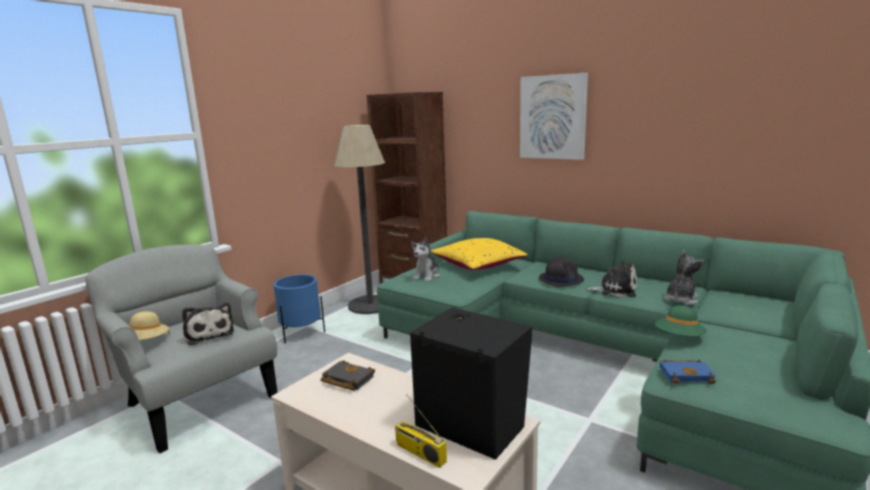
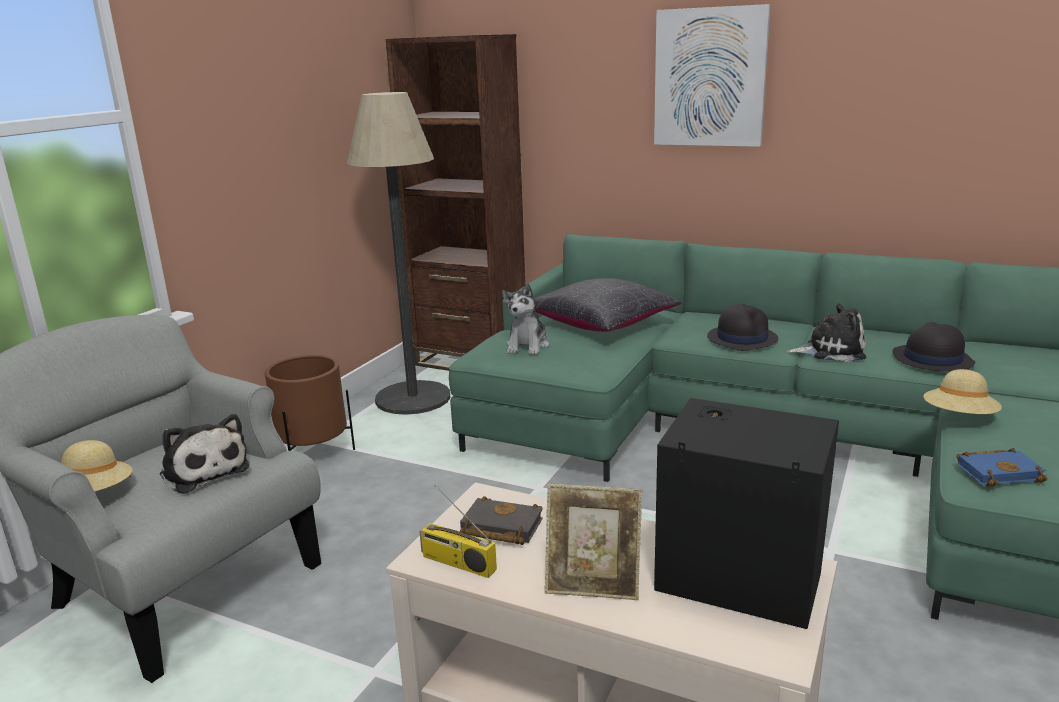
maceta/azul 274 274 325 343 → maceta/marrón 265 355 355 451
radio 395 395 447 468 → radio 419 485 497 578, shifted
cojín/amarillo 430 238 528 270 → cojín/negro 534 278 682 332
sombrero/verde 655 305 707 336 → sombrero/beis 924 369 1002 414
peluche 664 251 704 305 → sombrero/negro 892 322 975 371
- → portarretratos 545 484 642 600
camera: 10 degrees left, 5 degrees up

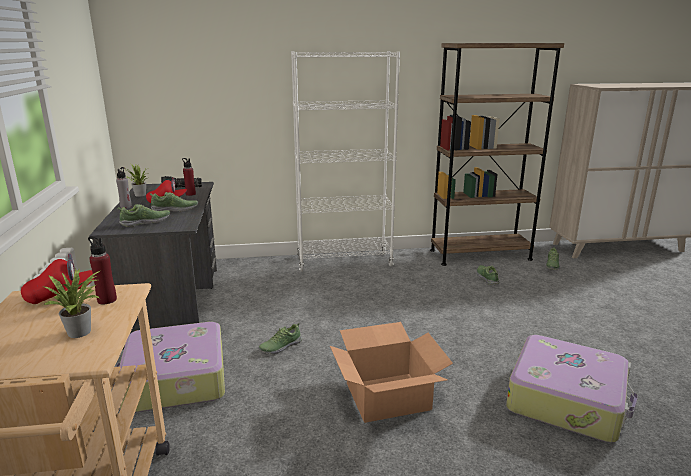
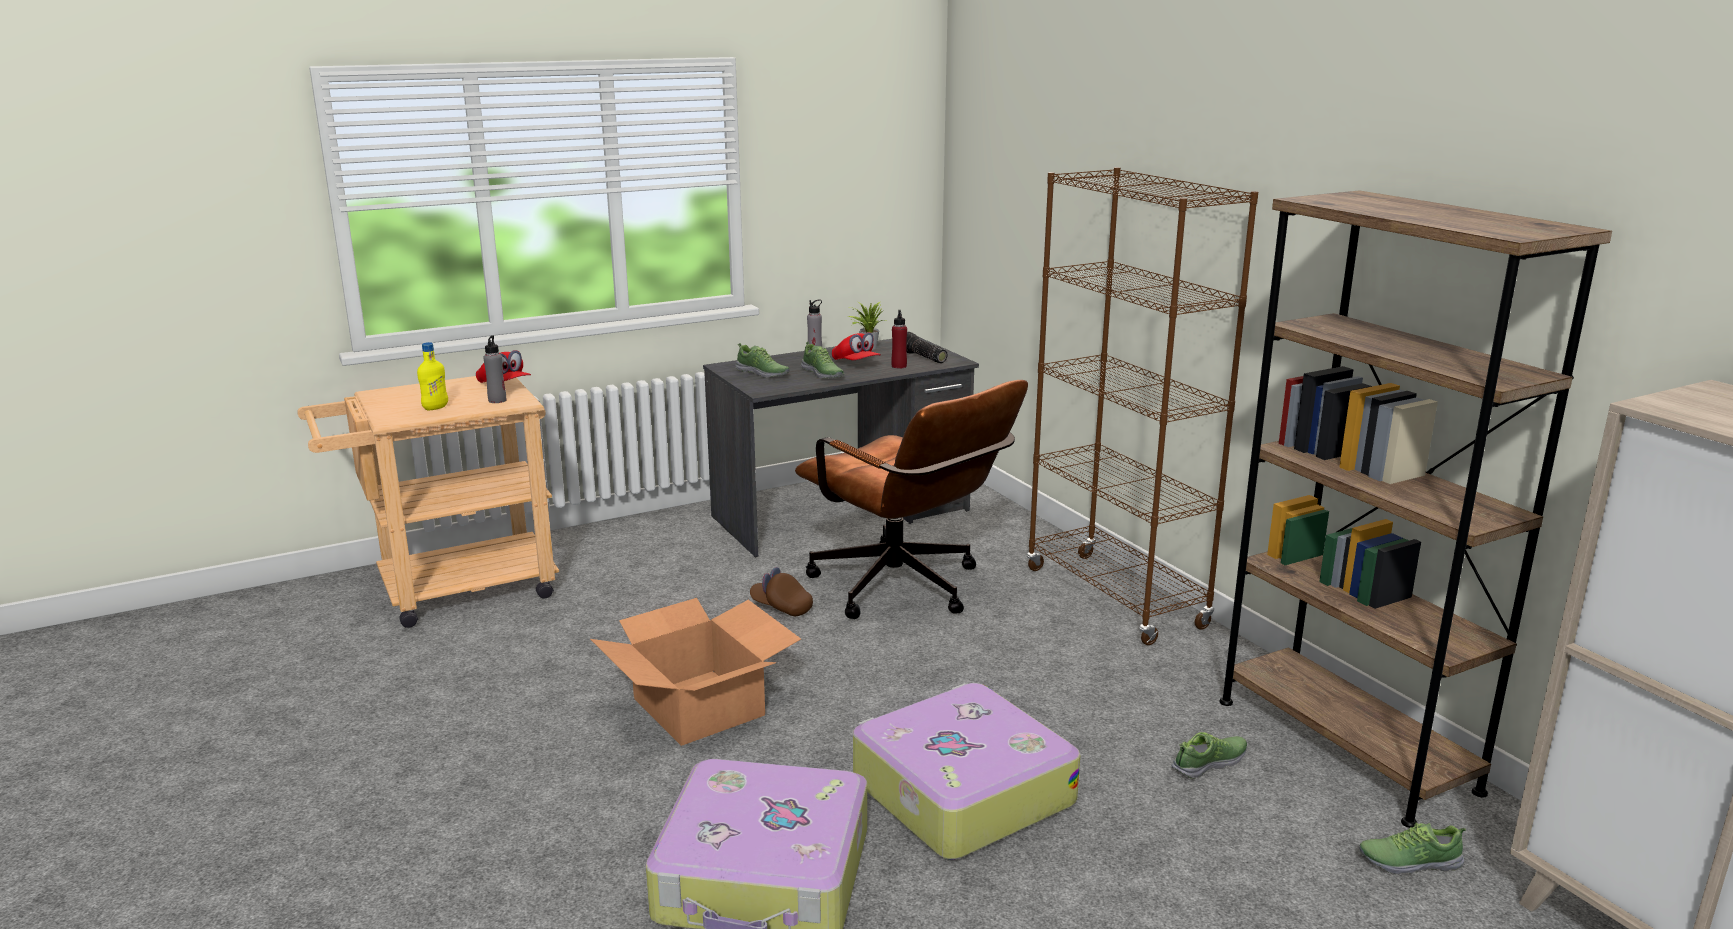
planta en maceta 43 269 100 338 → botella/amarillo 417 342 448 410
botella/rojo 88 236 117 304 → botella/gris 483 335 506 403
maleta 113 322 225 413 → maleta 853 683 1080 859, shifted
zapato 259 323 302 354 → gorra/marrón 750 567 813 616
estantería/blanco 291 51 400 272 → estantería/marrón 1027 167 1258 645
- → silla de oficina/marrón 795 380 1028 619
camera: 70 degrees right, 0 degrees up

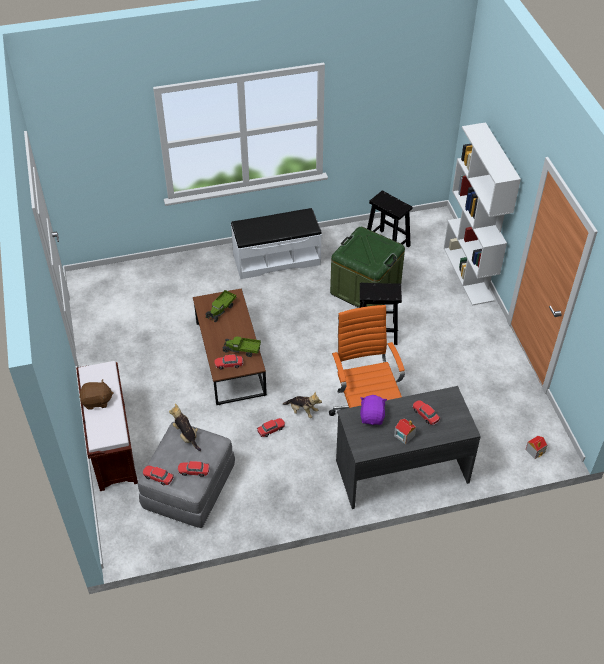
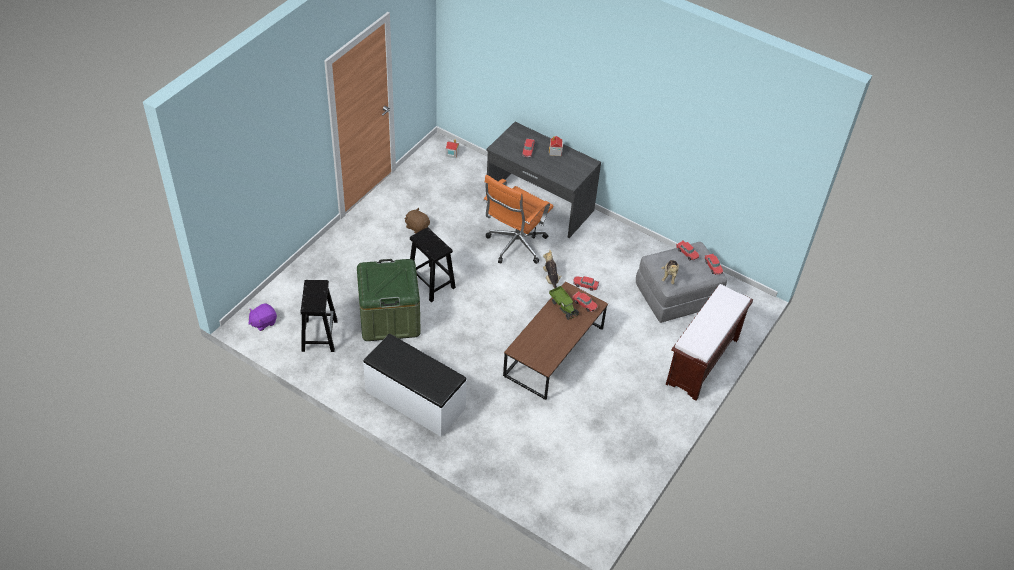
peluche/marrón 79 379 114 410 → peluche/marrón 405 208 430 234, shifted
camión de juguete 205 290 236 322 → -
peluche/morado 360 395 387 425 → peluche/morado 248 303 277 331, shifted
estantería/blanco 444 122 521 306 → -
camera: 135 degrees left, 0 degrees up

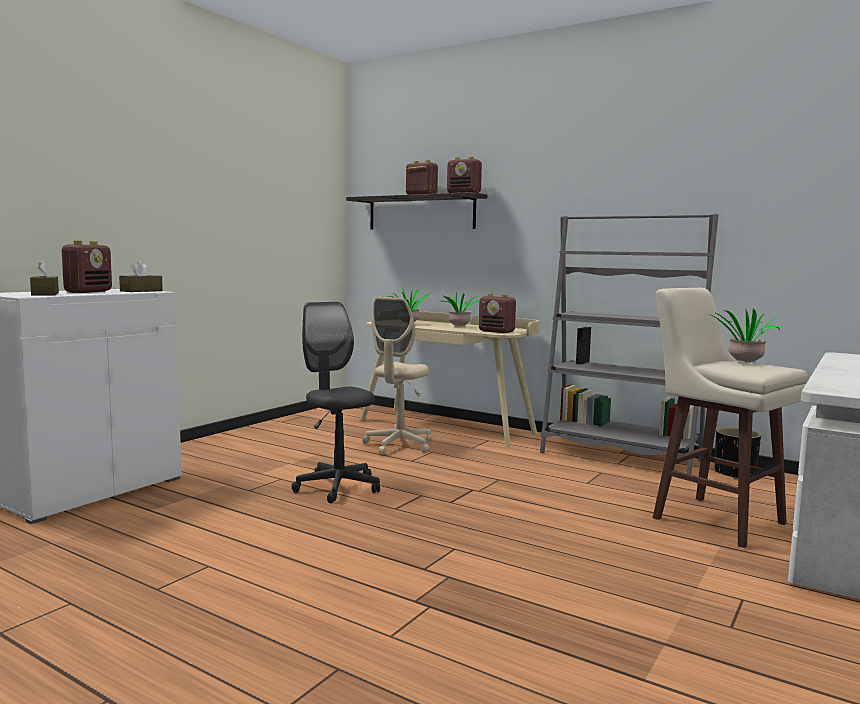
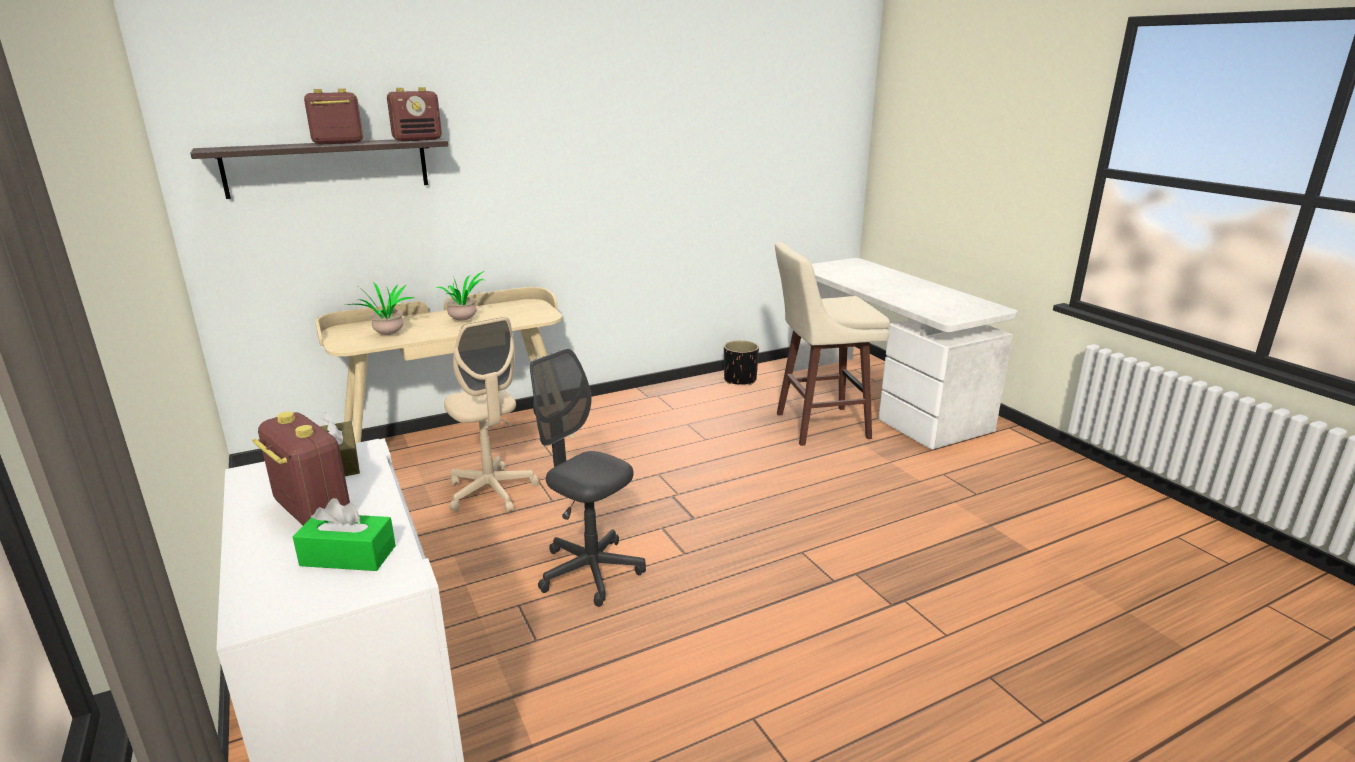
caja de pañuelos/marrón 30 260 59 296 → caja de pañuelos/verde 293 498 396 571
silla de oficina/gris 291 302 380 503 → silla de oficina/gris 530 348 646 607, 45 degrees clockwise
radio 479 294 516 333 → -
estantería/gris 540 214 719 475 → -
planta en maceta 711 309 780 362 → -
camera: 60 degrees left, 15 degrees up

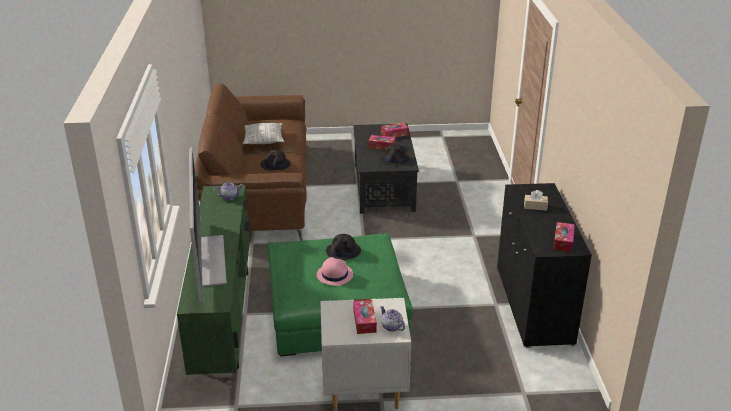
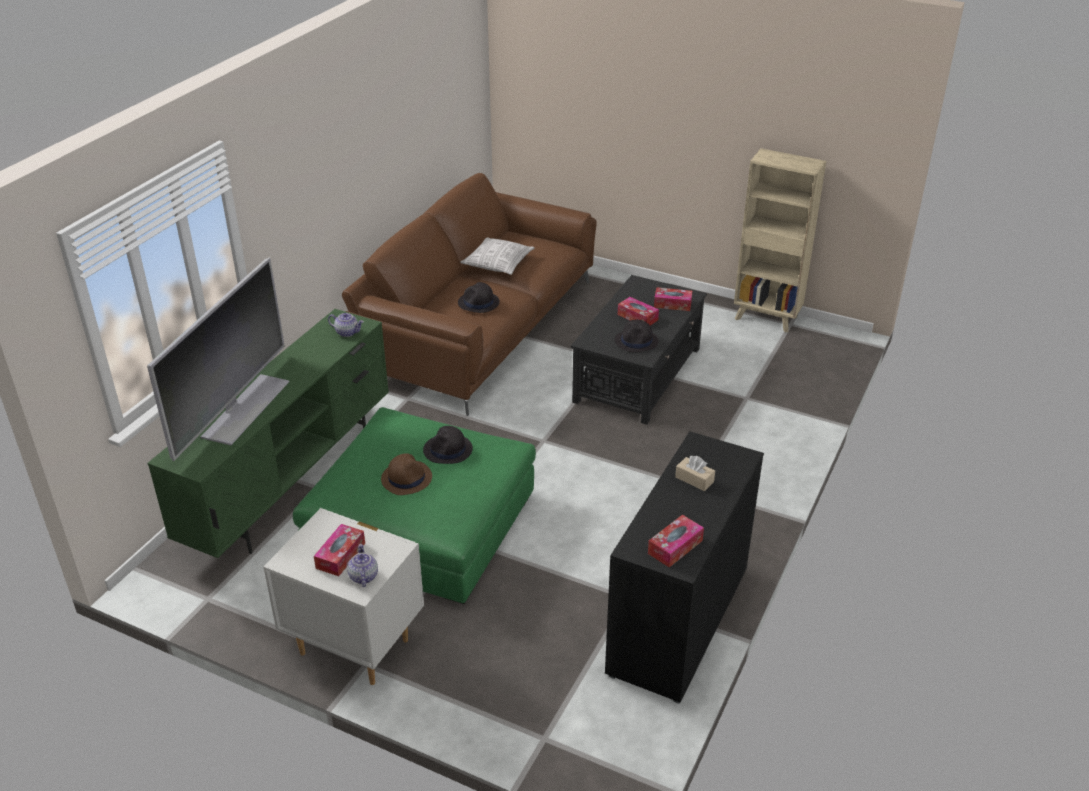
sombrero/rosa 317 257 353 286 → sombrero/marrón 381 453 432 495
- → estantería/beis 734 148 826 333
camera: 30 degrees right, 5 degrees up

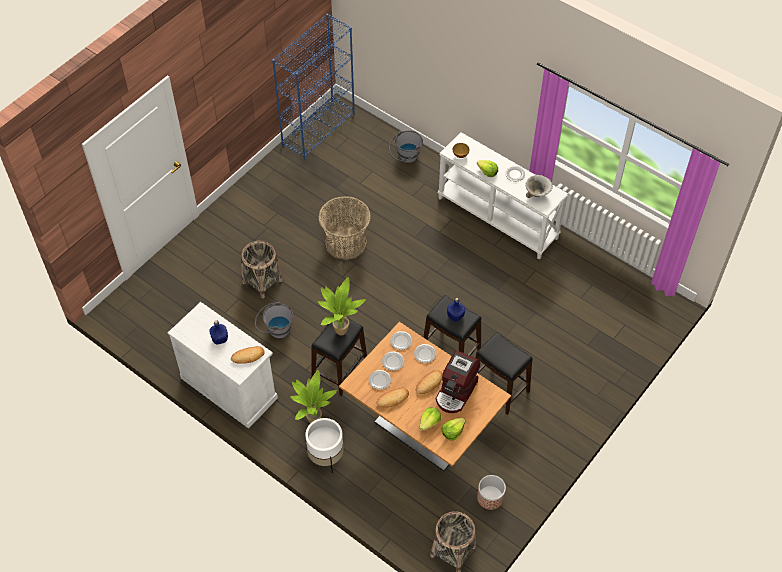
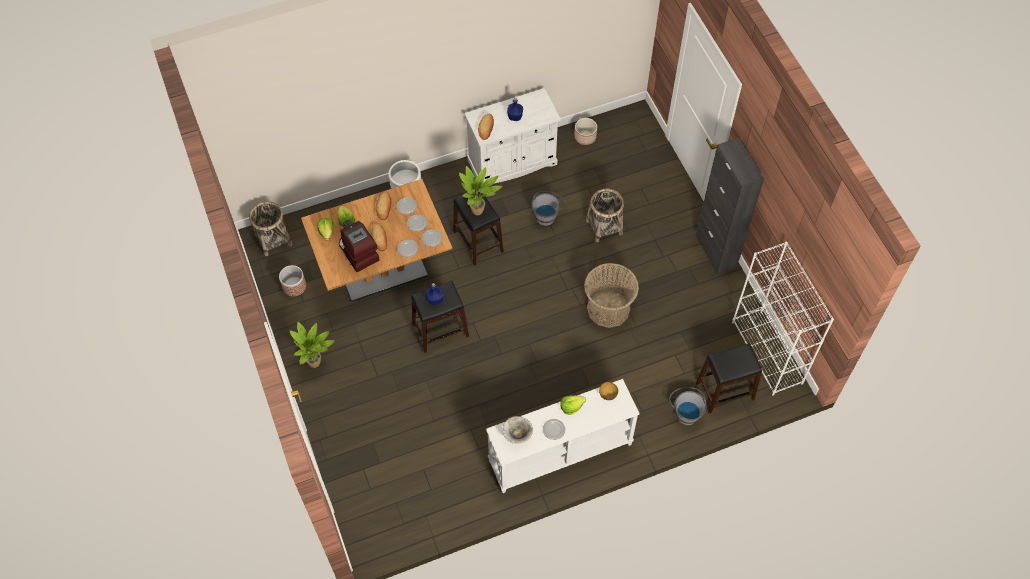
estantería/azul 272 14 355 160 → estantería/blanco 732 241 834 396
planta en maceta 290 370 337 424 → planta en maceta 290 322 335 368, shifted
taburete/negro 475 332 533 415 → taburete/negro 696 343 762 413, shifted
- → maceta 574 118 597 145
- → armario/negro 696 138 764 274
camera: 120 degrees right, 5 degrees up

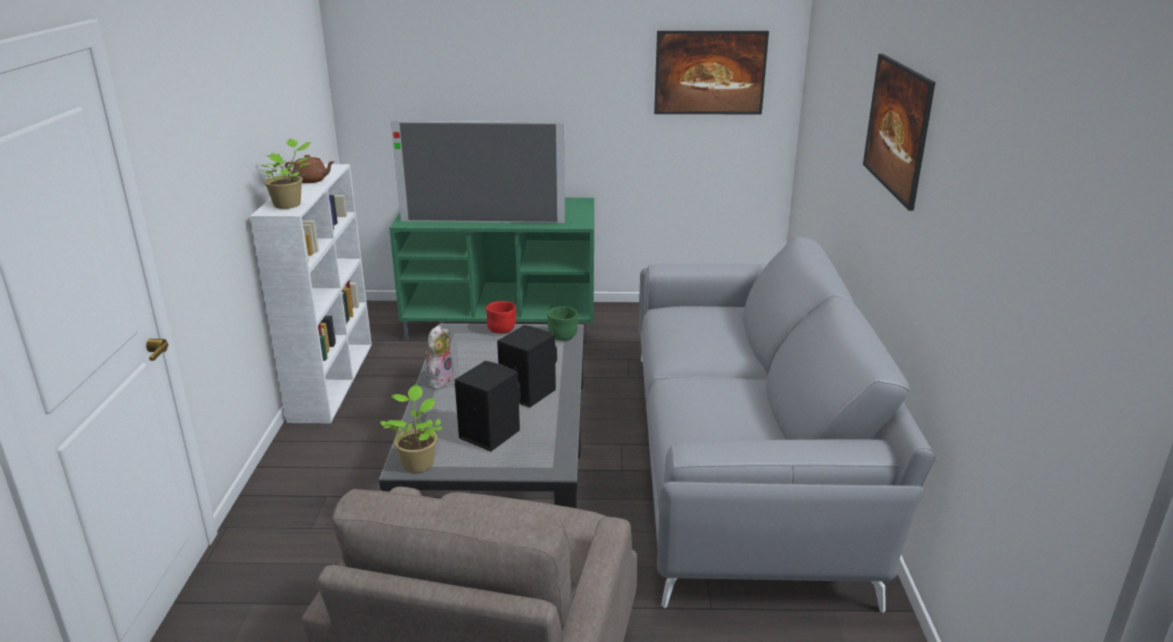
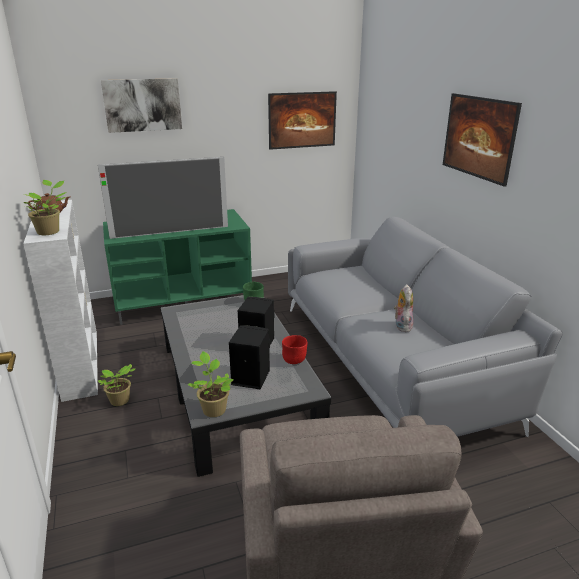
peluche 425 325 454 389 → peluche 394 284 413 332, shifted
cuenco/rojo 486 301 516 334 → cuenco/rojo 282 335 307 364, shifted
- → planta en maceta 98 364 135 406
- → cuadro 101 78 182 133
camera: 20 degrees left, 0 degrees up

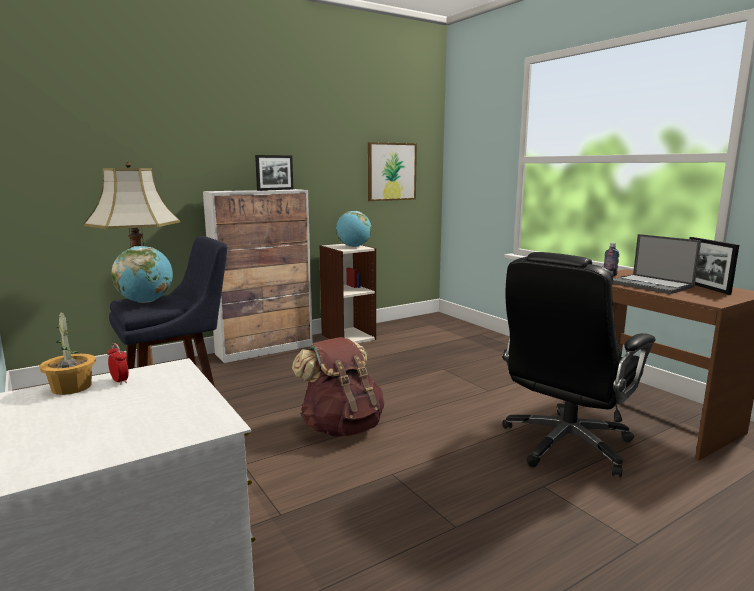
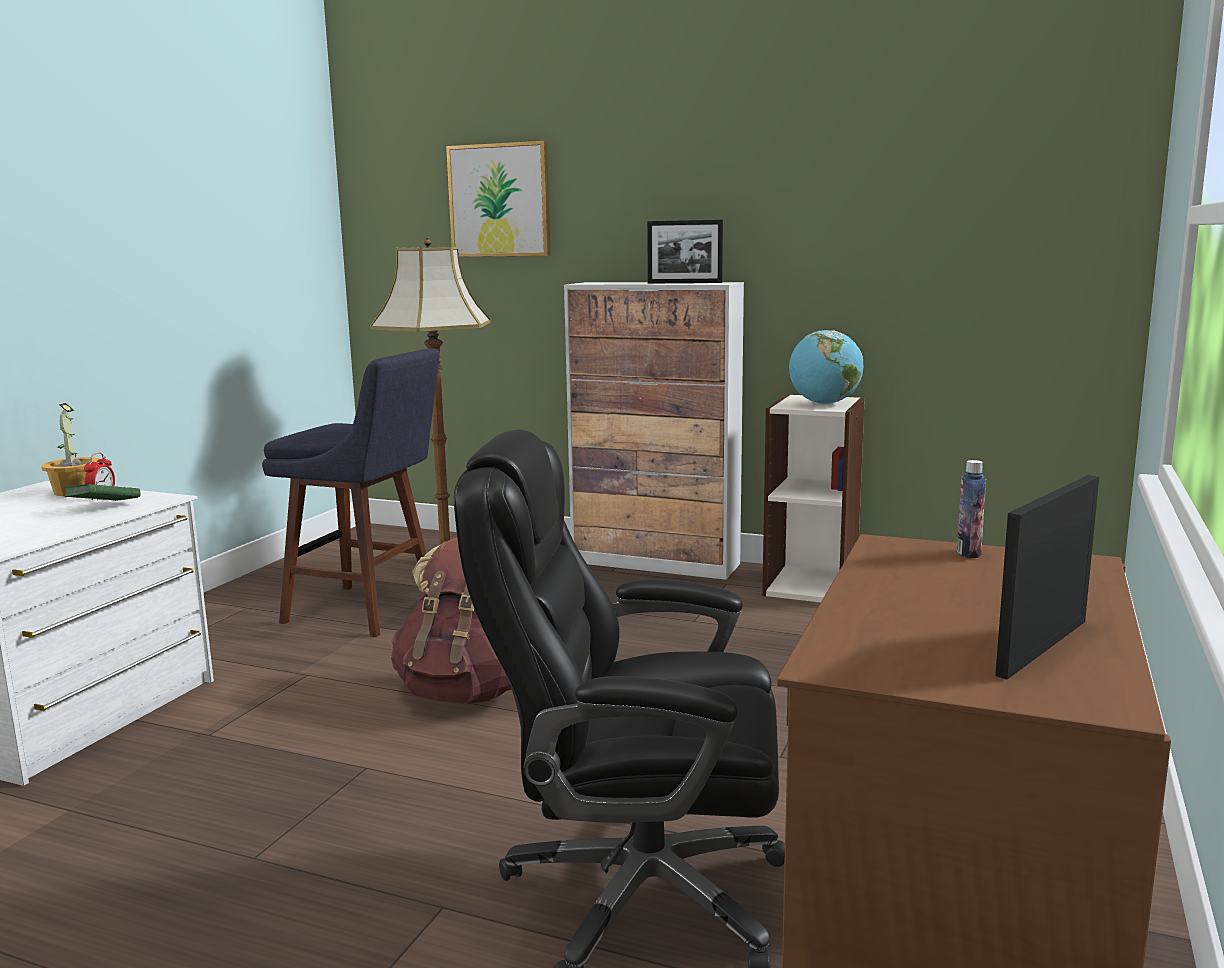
globo terráqueo 111 246 173 303 → -
cuadro 368 142 417 201 → cuadro 446 141 551 257, shifted
portátil 612 234 701 294 → -
- → libro/verde 64 484 141 501
camera: 55 degrees right, 0 degrees up

